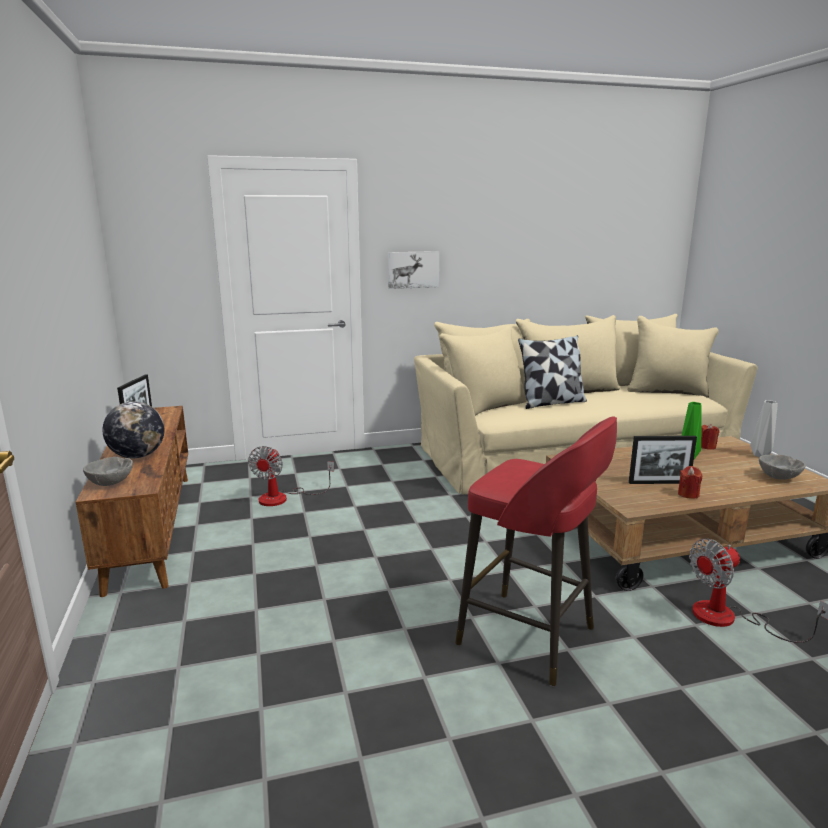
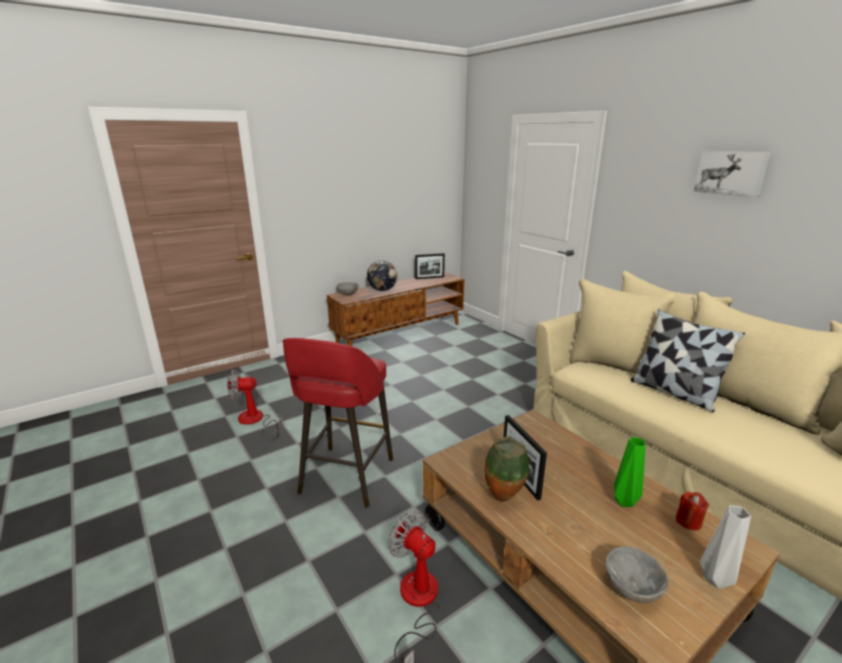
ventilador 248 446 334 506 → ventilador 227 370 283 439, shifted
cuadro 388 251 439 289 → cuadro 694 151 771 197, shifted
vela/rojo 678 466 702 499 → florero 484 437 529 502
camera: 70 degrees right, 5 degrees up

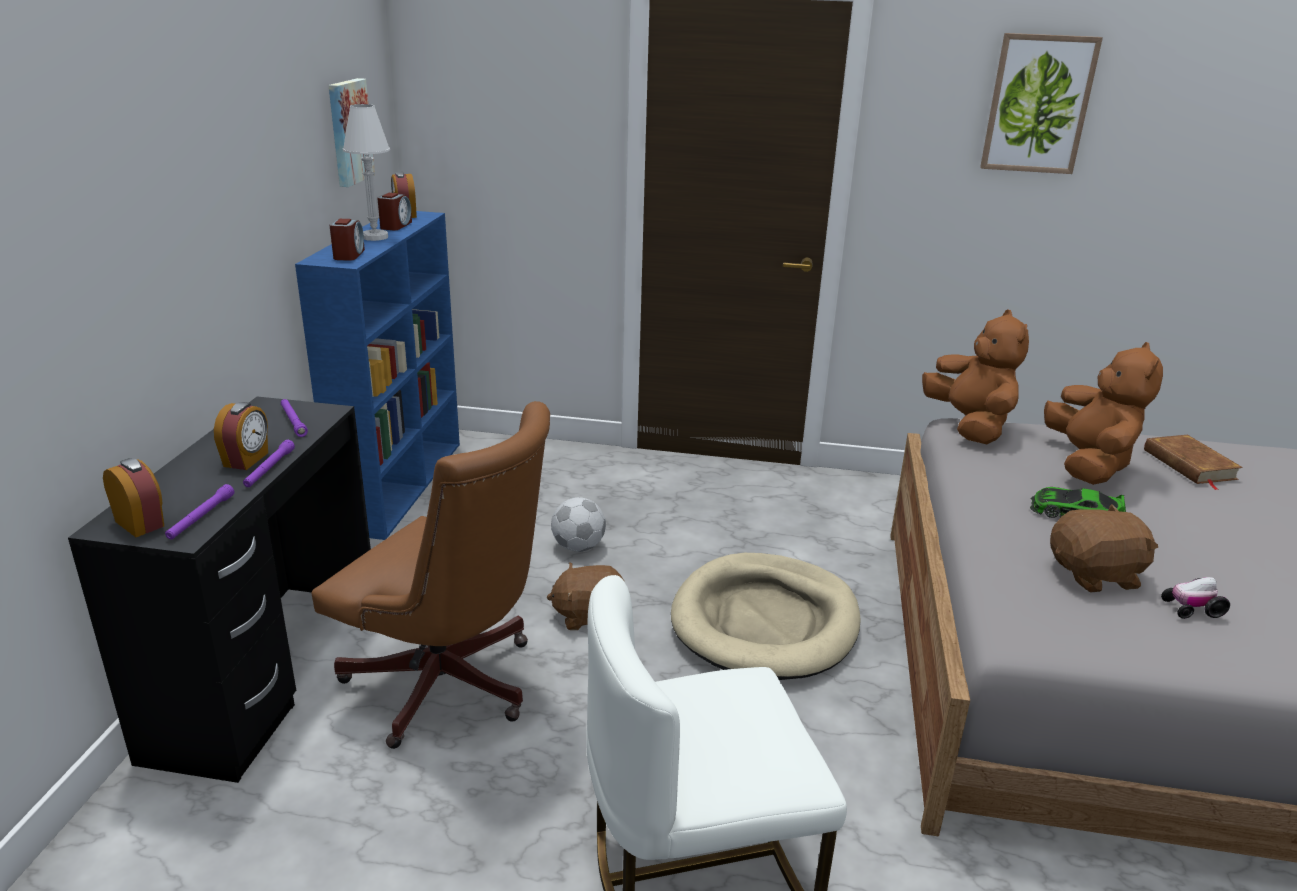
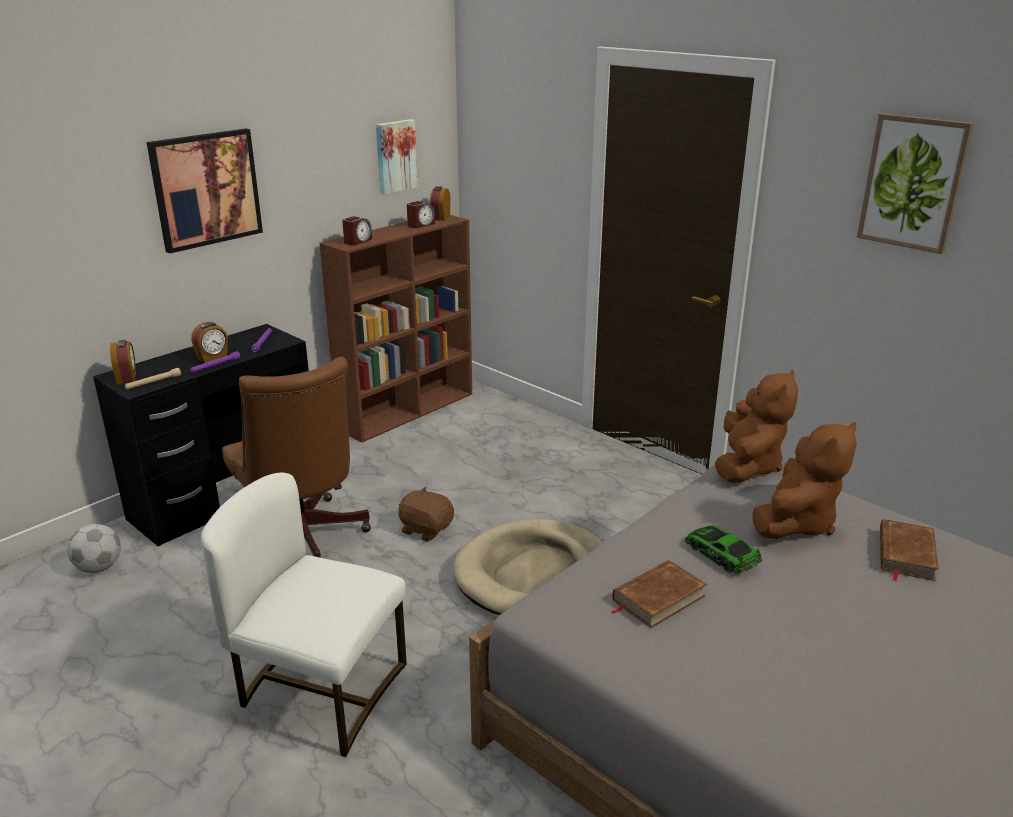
linterna/morado 165 484 234 540 → linterna/beis 125 368 181 390
estantería/azul 295 211 460 540 → estantería/marrón 320 215 472 443
lámpara de mesa/blanco 343 104 390 241 → -
balón de fútbol 551 497 606 552 → balón de fútbol 68 524 121 573, shifted
peluche/marrón 1050 504 1158 593 → libro/marrón 611 560 707 628
coche de juguete 1161 577 1230 619 → -
- → cuadro 147 129 263 254
camera: 35 degrees right, 0 degrees up

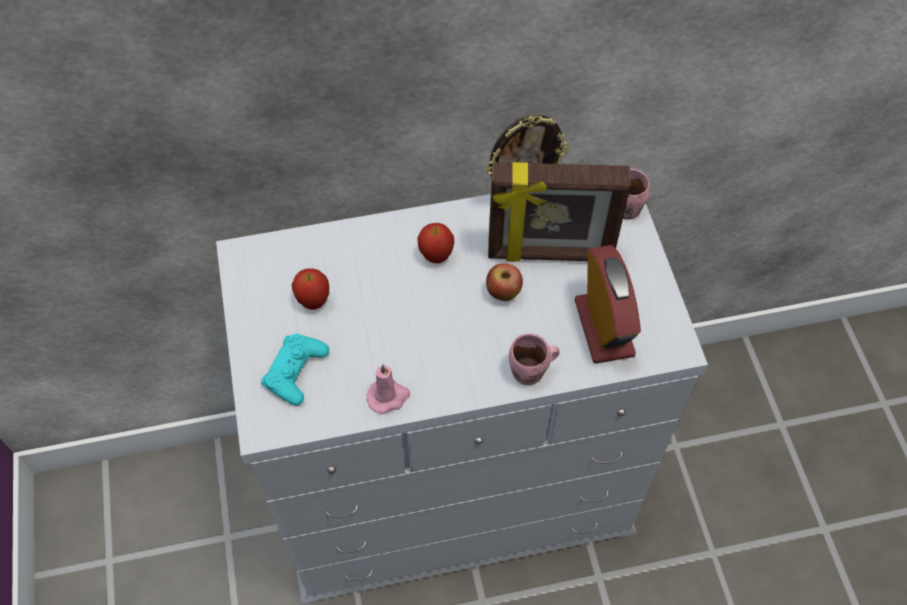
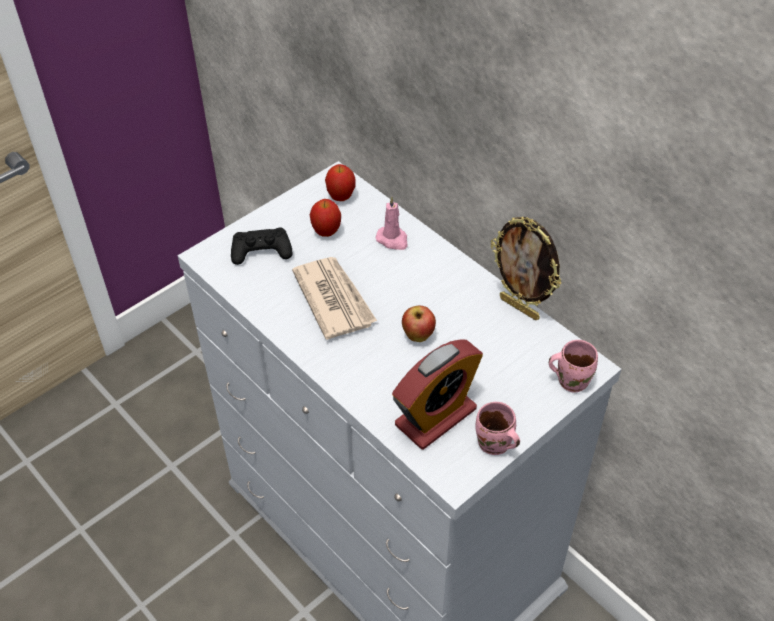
mando de consola/turquesa 261 334 329 405 → mando de consola/negro 231 228 292 265
vela/rosa 366 364 410 414 → vela/rosa 376 196 407 250, shifted
manzana 417 223 454 263 → manzana 325 164 356 201, shifted
portarretratos 488 162 631 262 → -
taza grande/rosa 509 334 559 385 → taza grande/rosa 475 402 520 455, shifted
- → periódico 292 257 377 340
camera: 60 degrees right, 10 degrees down

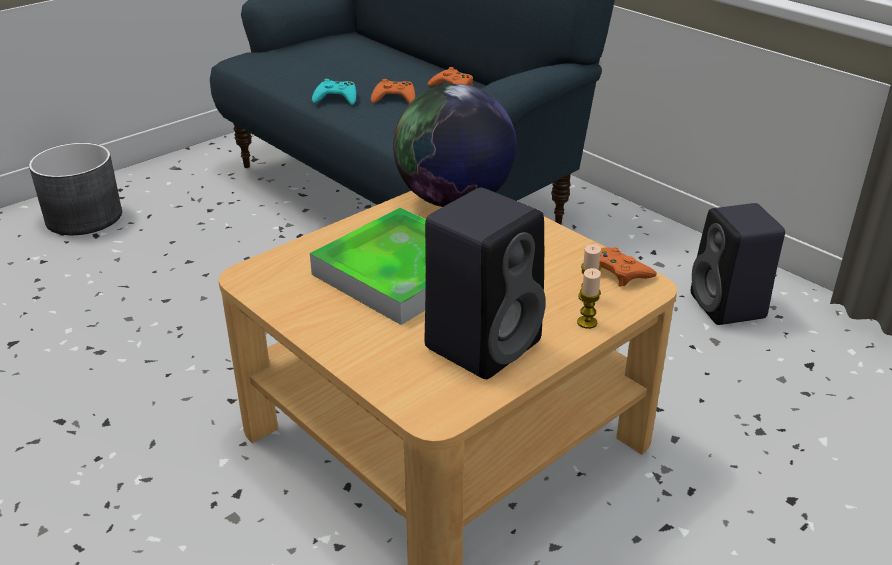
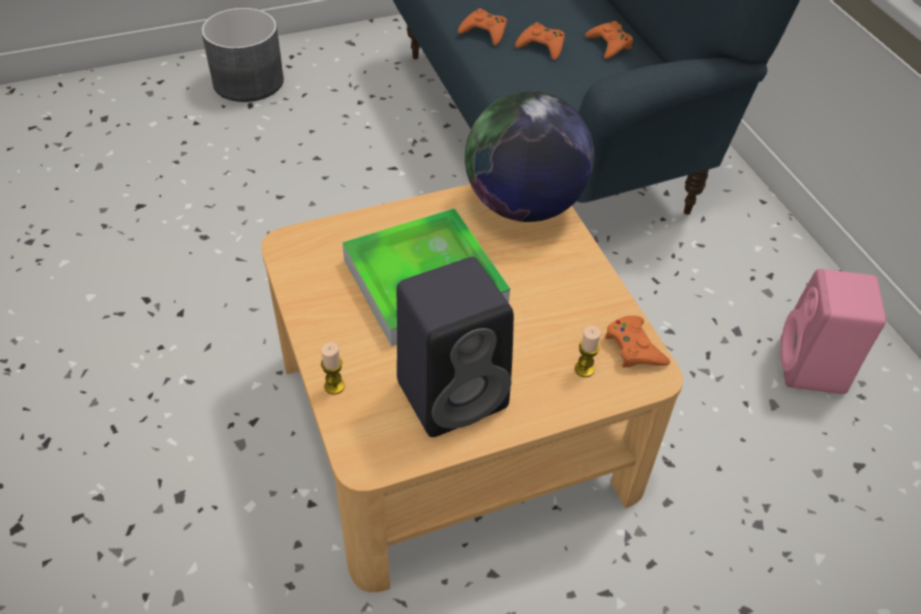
mando de consola/turquesa 312 79 356 105 → mando de consola/naranja 458 8 507 46
vela 577 268 601 329 → vela 321 342 345 395, shifted
altavoz/negro 691 203 785 325 → altavoz/rosa 780 269 886 394
camera: 20 degrees right, 15 degrees up

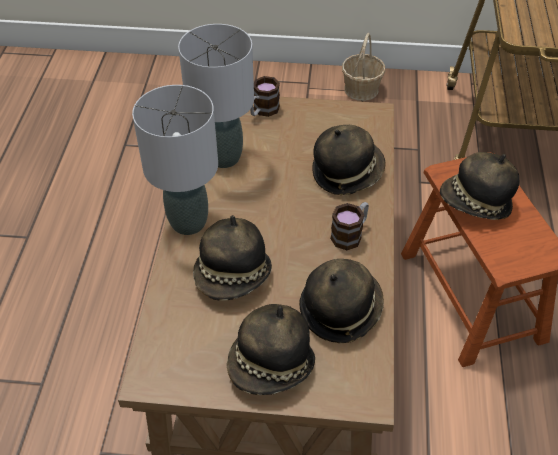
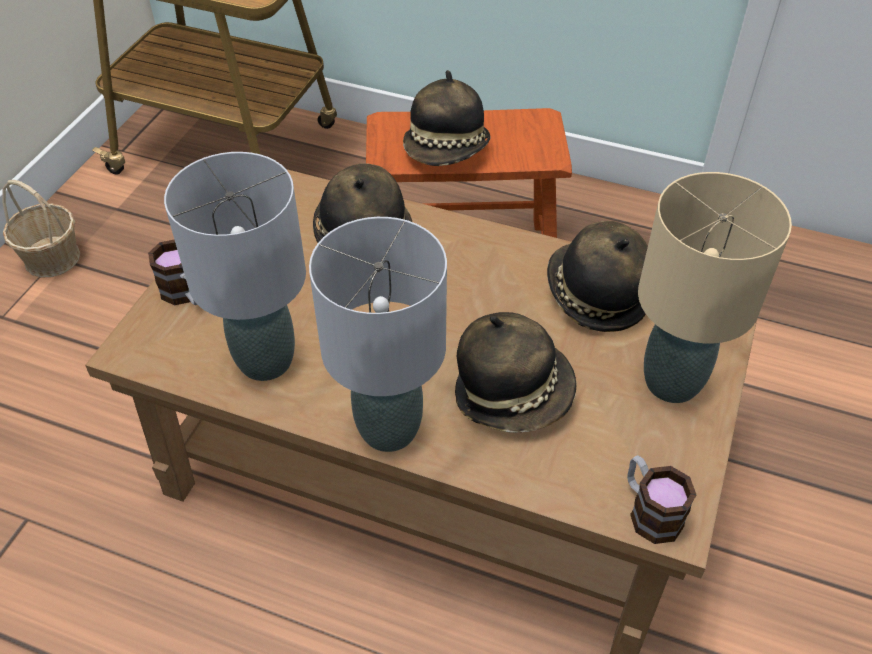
sombrero 227 304 315 395 → lámpara de mesa/beis 638 172 792 403
taza grande 330 202 369 250 → taza grande 627 455 697 544, shifted
camera: 75 degrees left, 0 degrees up

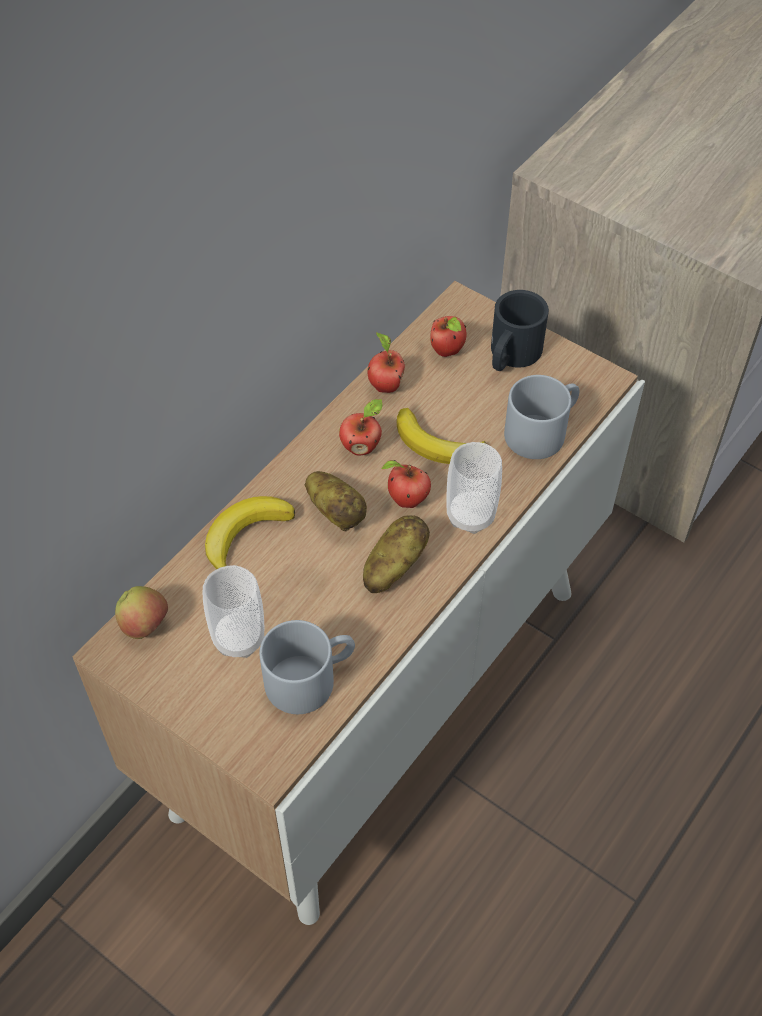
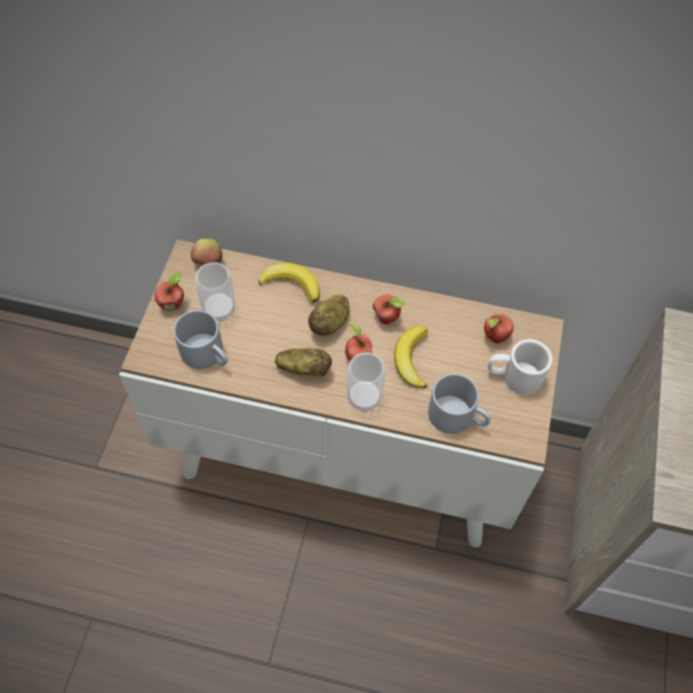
manzana 367 332 405 393 → manzana 154 272 184 310, shifted
taza grande/negro 491 290 549 371 → taza grande/blanco 488 339 553 395
camera: 65 degrees right, 5 degrees up

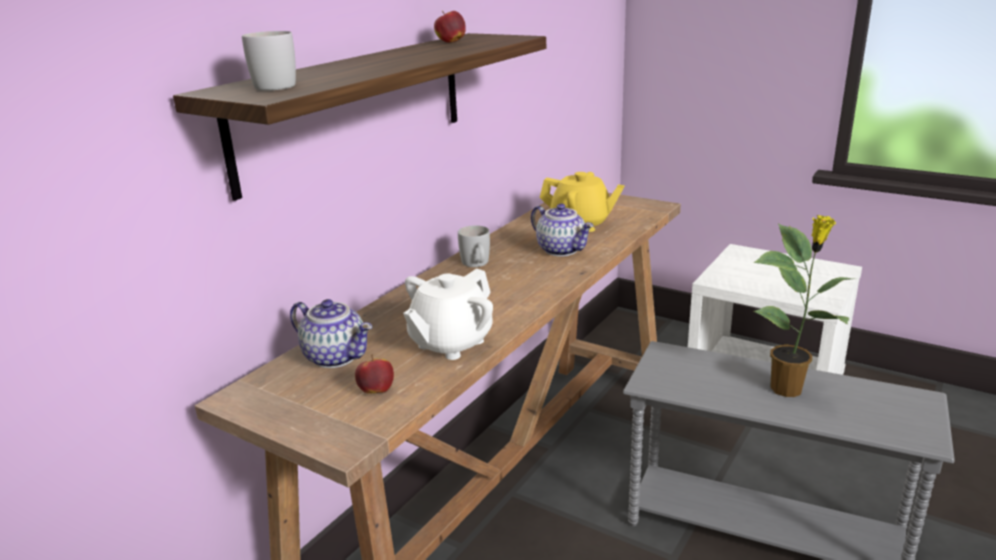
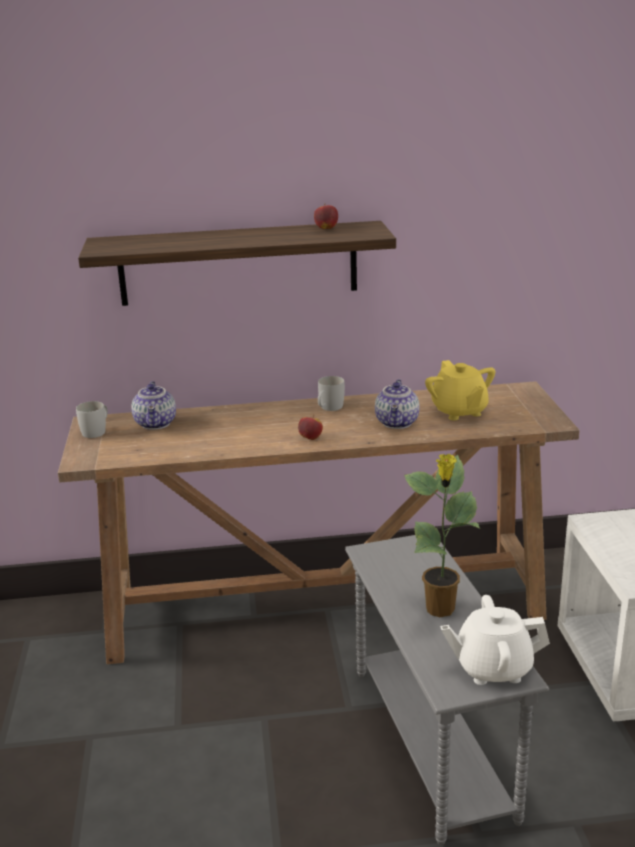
taza grande/blanco 242 31 296 91 → taza grande/blanco 76 401 108 438, shifted
manzana 355 355 394 393 → manzana 298 415 323 440, shifted
tetera/blanco 403 269 493 360 → tetera/blanco 440 595 550 685, shifted
camera: 50 degrees right, 0 degrees up

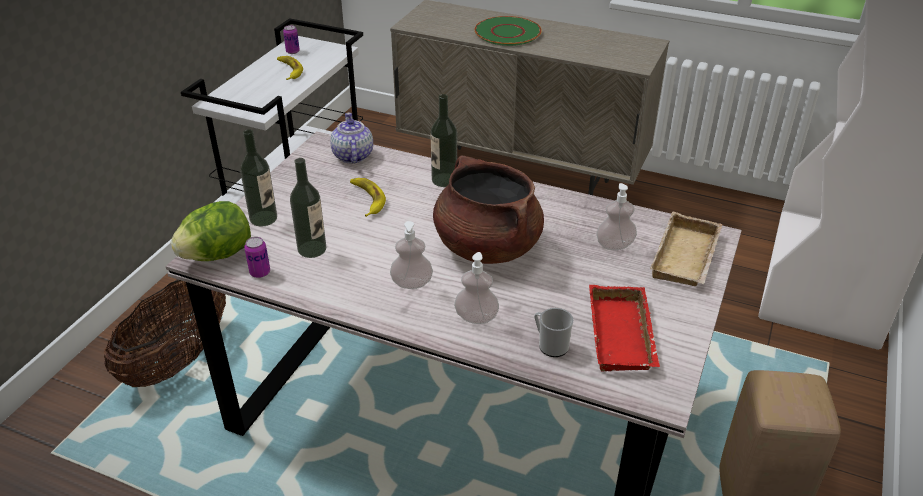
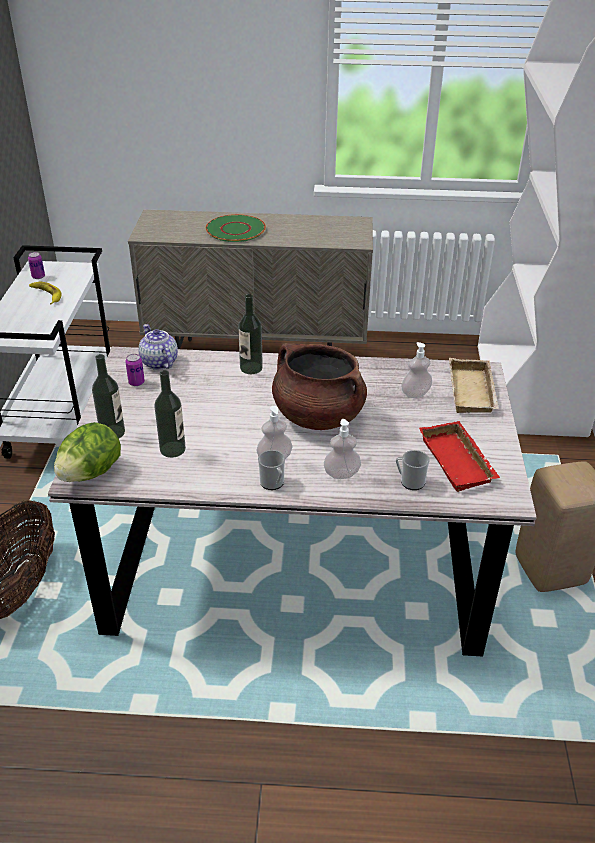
lata 244 237 270 278 → lata 125 354 145 386, shifted
plátano 350 178 386 217 → -
- → taza grande 258 450 285 490
camera: 20 degrees left, 0 degrees up

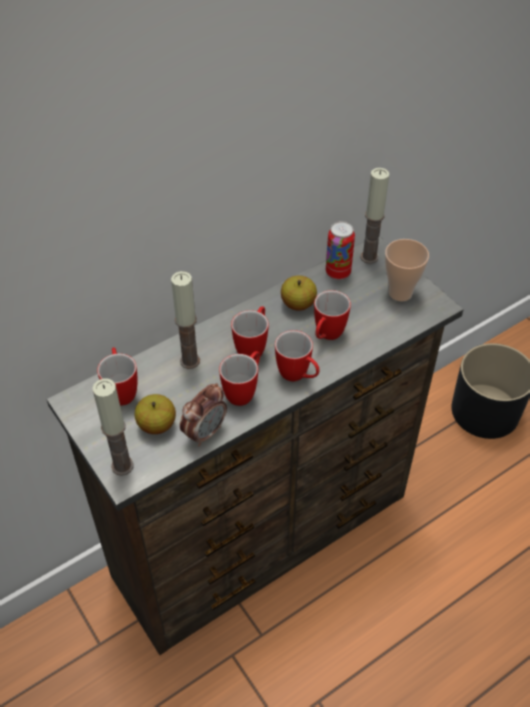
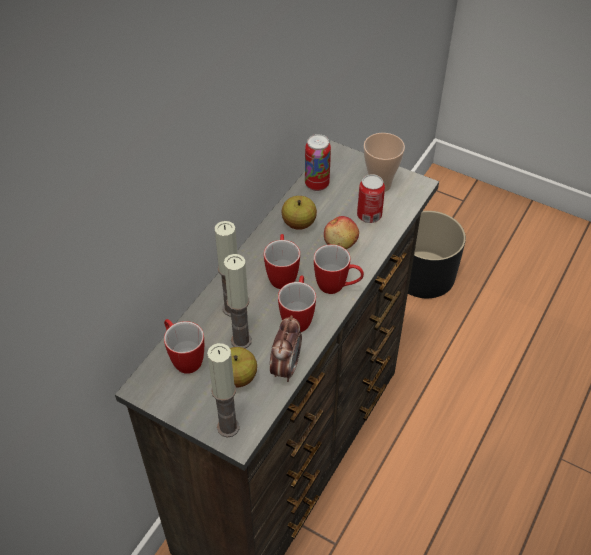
taza grande 314 290 351 340 → manzana 324 216 359 249
vela 360 168 389 264 → vela 224 254 252 349, shifted
- → lata 357 174 385 223
camera: 25 degrees left, 0 degrees up

